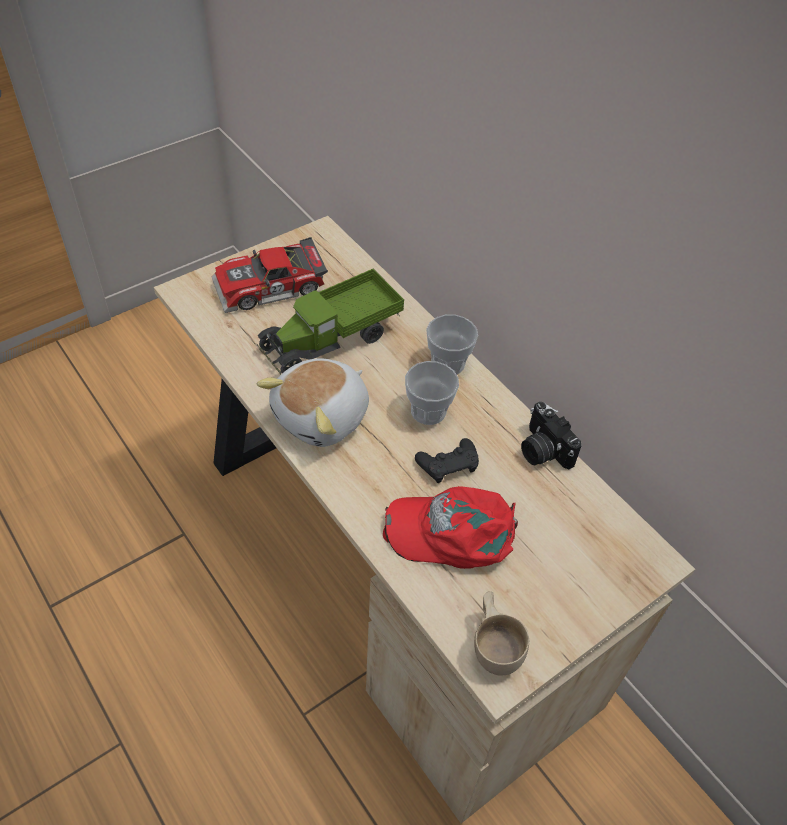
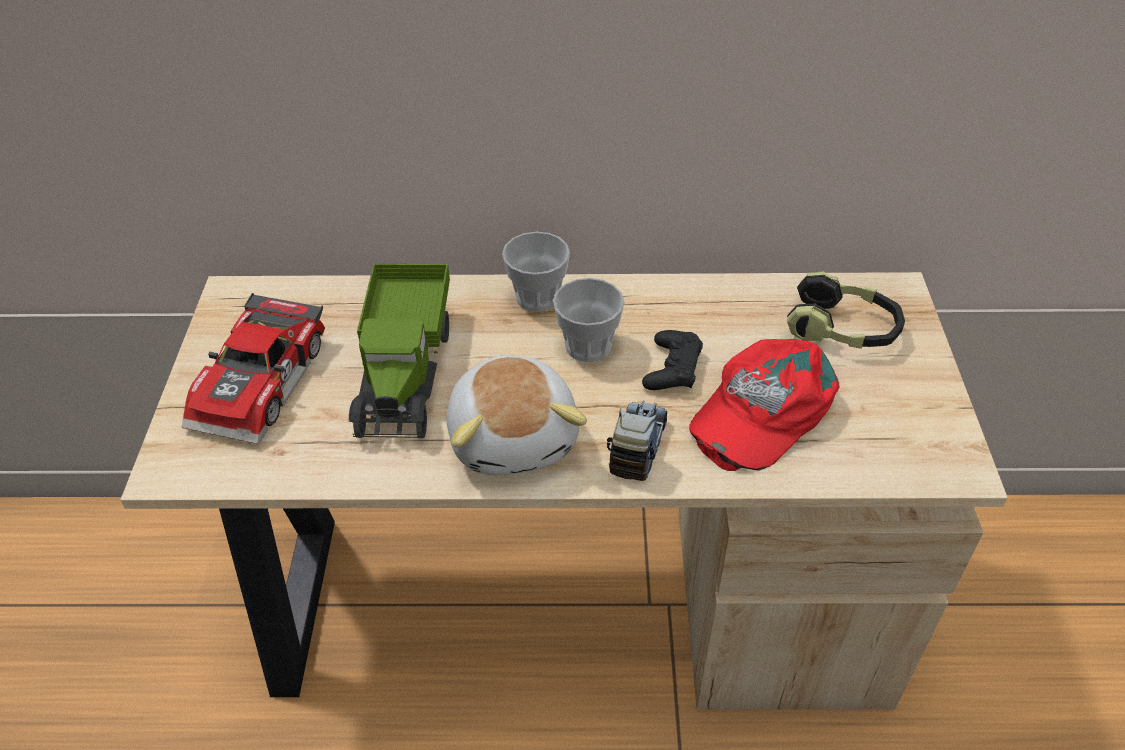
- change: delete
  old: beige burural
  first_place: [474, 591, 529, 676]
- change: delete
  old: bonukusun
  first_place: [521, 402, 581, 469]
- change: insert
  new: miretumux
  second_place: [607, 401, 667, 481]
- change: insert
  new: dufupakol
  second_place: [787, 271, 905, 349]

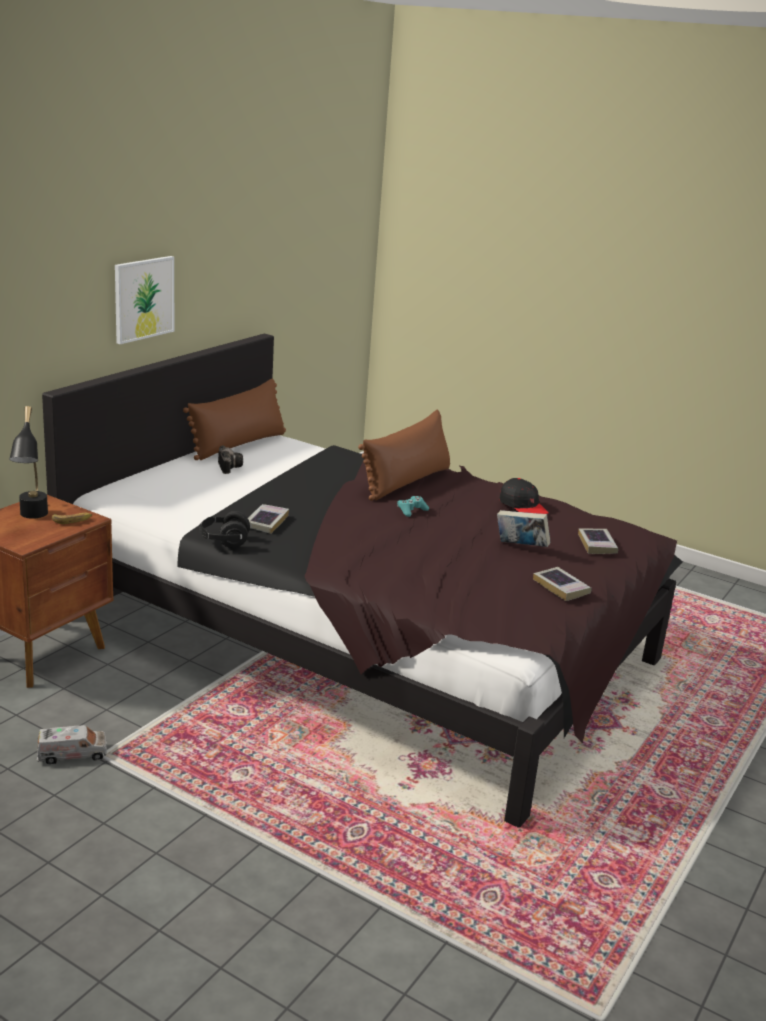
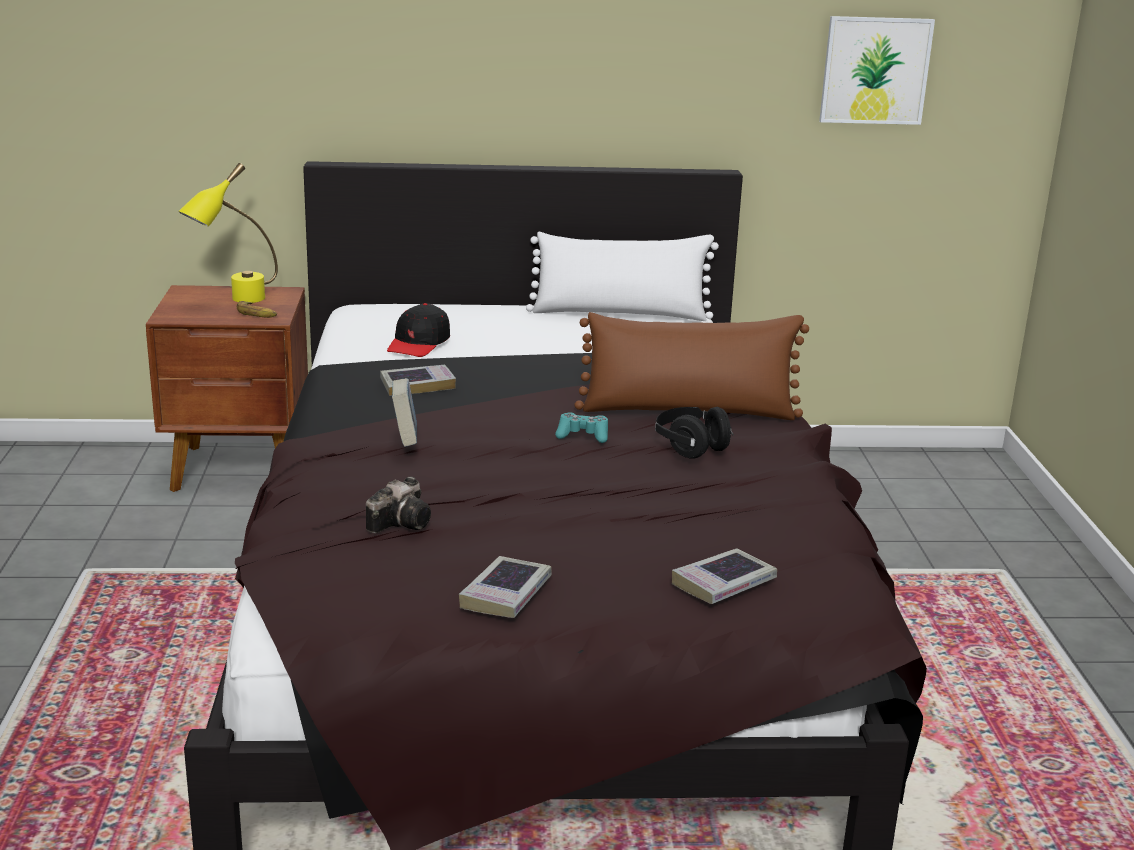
- change: recolor
  old: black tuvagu
  new: yellow tuvagu
  first_place: [9, 406, 48, 519]
  second_place: [178, 163, 278, 303]
- change: delete
  old: miretumux
  first_place: [37, 725, 107, 764]
- change: move
  old: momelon
  first_place: [115, 256, 174, 344]
  second_place: [819, 16, 935, 125]
- change: recolor
  old: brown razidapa
  new: white razidapa
  first_place: [183, 379, 286, 460]
  second_place: [526, 232, 719, 321]
- change: move
  old: black dufupakol
  first_place: [199, 511, 250, 548]
  second_place: [655, 407, 734, 459]
- change: move
  old: bonukusun
  first_place: [218, 446, 243, 474]
  second_place: [366, 476, 431, 533]
- change: move
  old: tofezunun
  first_place: [497, 510, 550, 547]
  second_place: [392, 378, 417, 447]
- change: move
  old: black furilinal
  first_place: [499, 478, 549, 514]
  second_place: [387, 303, 450, 357]

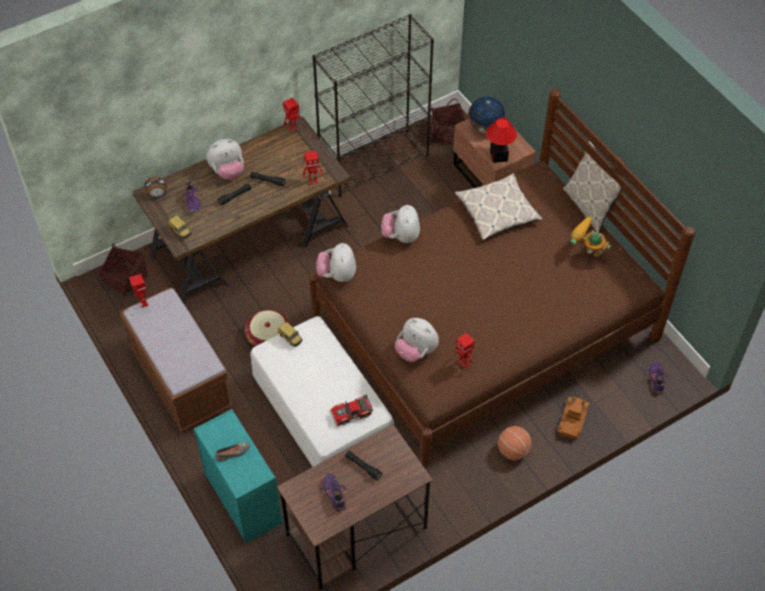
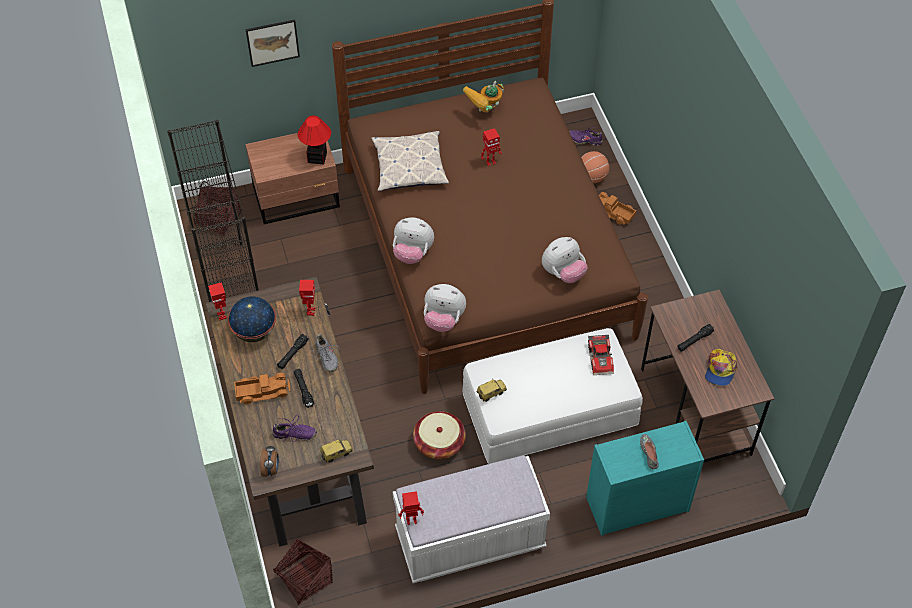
- change: recolor
  old: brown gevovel
  new: white gevovel
  first_place: [119, 287, 233, 432]
  second_place: [393, 455, 550, 583]
- change: replace
  old: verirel
  new: miretumux
  first_place: [206, 139, 244, 180]
  second_place: [234, 373, 290, 404]
- change: replace
  old: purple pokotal
  new: furilinal
  first_place: [321, 473, 349, 512]
  second_place: [705, 348, 737, 386]
- change: move
  old: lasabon
  first_place: [455, 333, 475, 368]
  second_place: [481, 128, 502, 167]
- change: move
  old: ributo
  first_place: [468, 96, 506, 133]
  second_place: [228, 296, 276, 342]
- change: move
  old: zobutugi
  first_place: [498, 426, 532, 460]
  second_place: [581, 151, 609, 183]
- change: delete
  old: razidapa
  first_place: [563, 141, 622, 233]
- change: insert
  new: momelon
  second_place: [246, 19, 300, 67]
- change: insert
  new: grey pokotal
  second_place: [310, 334, 339, 372]

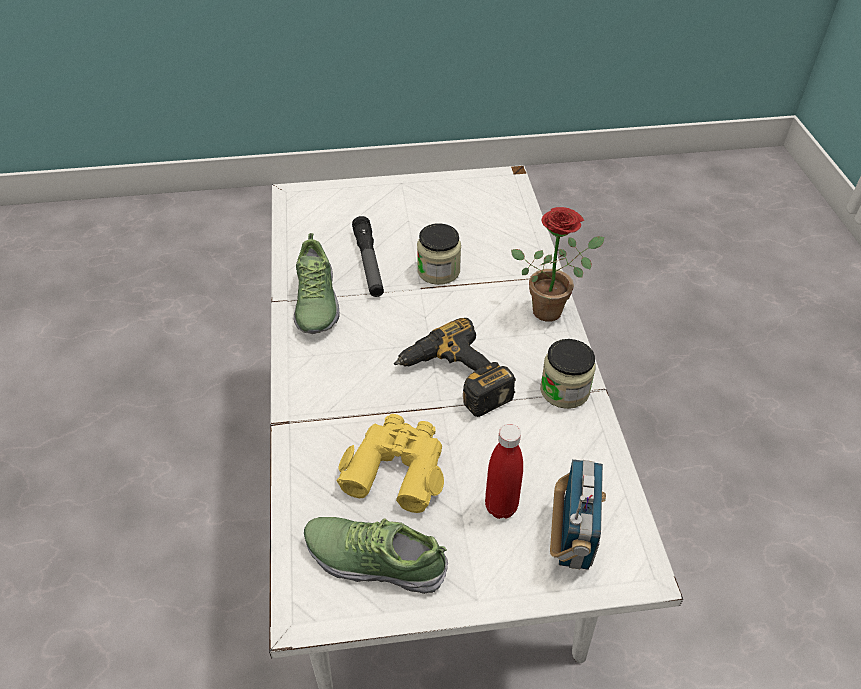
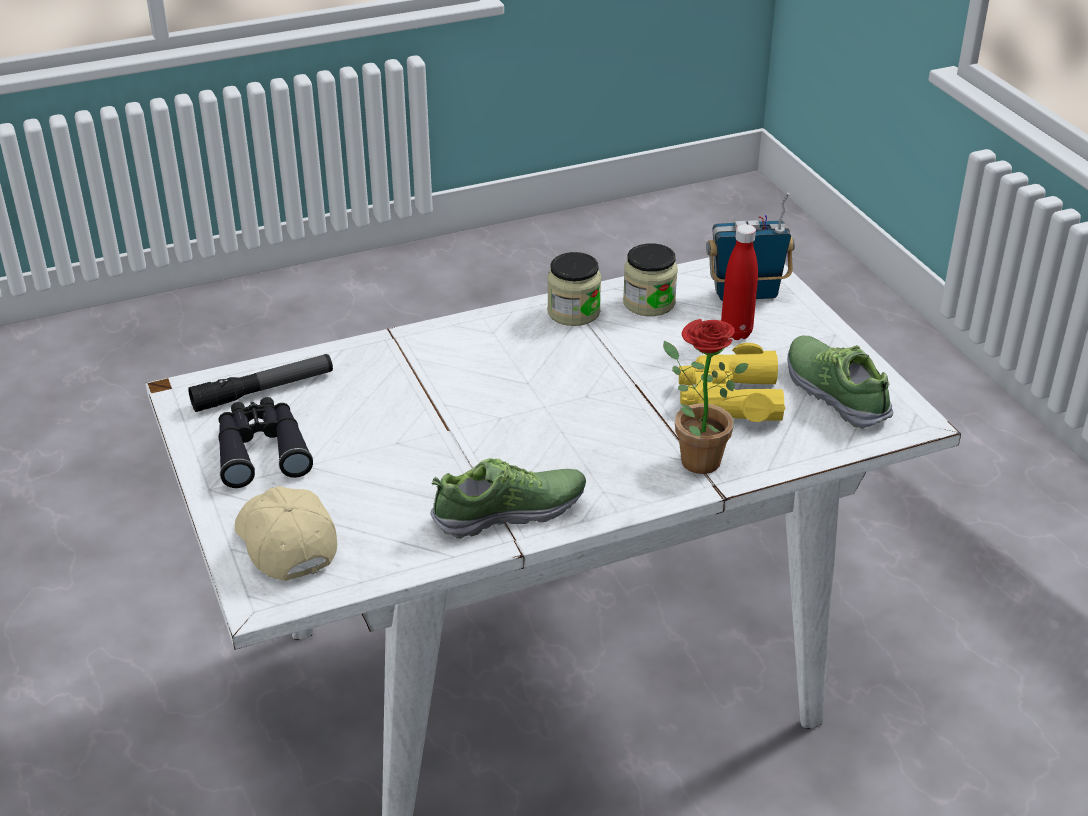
- change: rotate
  old: pokotal
  first_place: [304, 517, 448, 594]
  second_place: [787, 336, 894, 429]
  degrees: 150
- change: move
  old: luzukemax
  first_place: [352, 216, 384, 297]
  second_place: [188, 354, 333, 412]
- change: delete
  old: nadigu
  first_place: [394, 318, 516, 417]
- change: move
  old: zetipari
  first_place: [417, 223, 461, 285]
  second_place: [623, 243, 678, 316]
- change: move
  old: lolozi
  first_place: [511, 207, 604, 322]
  second_place: [663, 319, 749, 474]
- change: insert
  new: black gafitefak
  second_place: [218, 397, 313, 488]
- change: insert
  new: beige furilinal
  second_place: [235, 486, 337, 581]

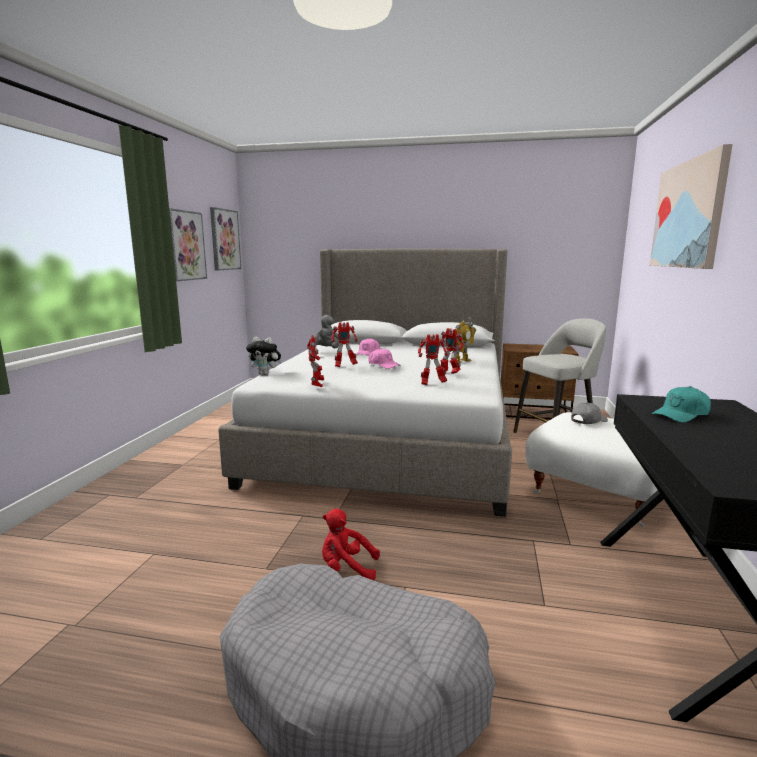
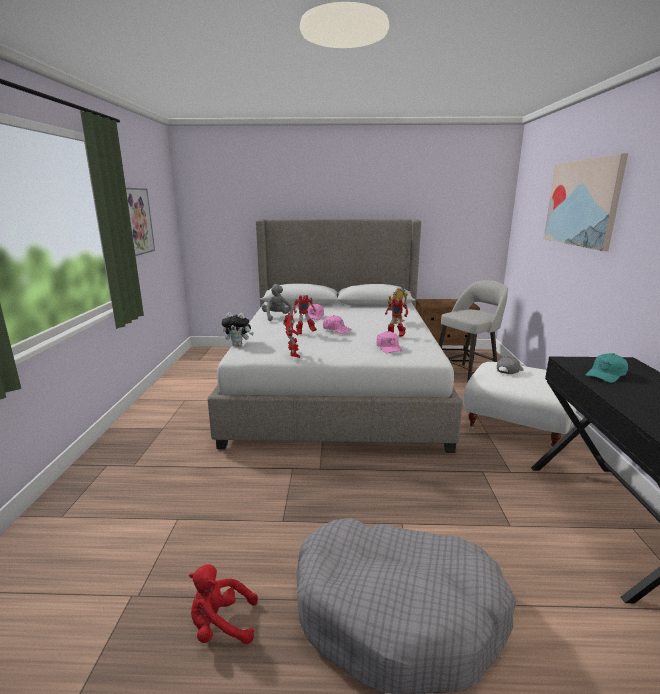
- change: delete
  old: momelon
  first_place: [210, 207, 241, 270]
- change: move
  old: red verirel
  first_place: [322, 509, 380, 580]
  second_place: [189, 564, 258, 644]
- change: replace
  old: lasabon
  new: pink furilinal
  first_place: [418, 334, 448, 385]
  second_place: [376, 331, 403, 353]

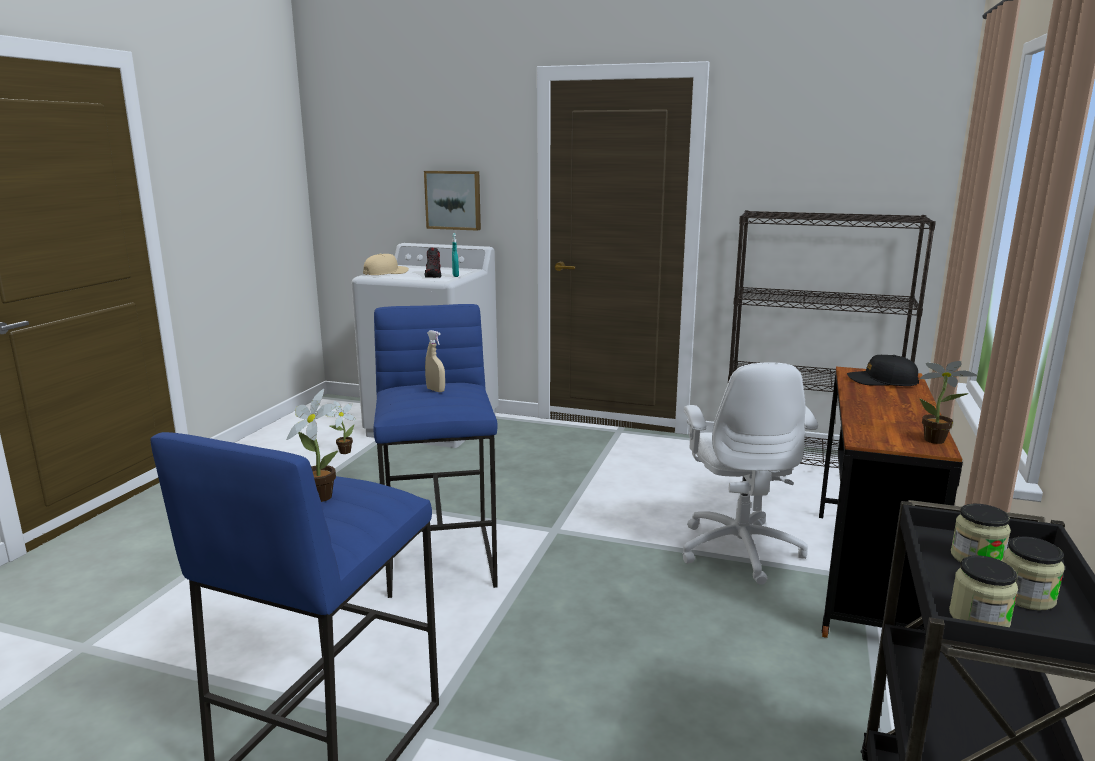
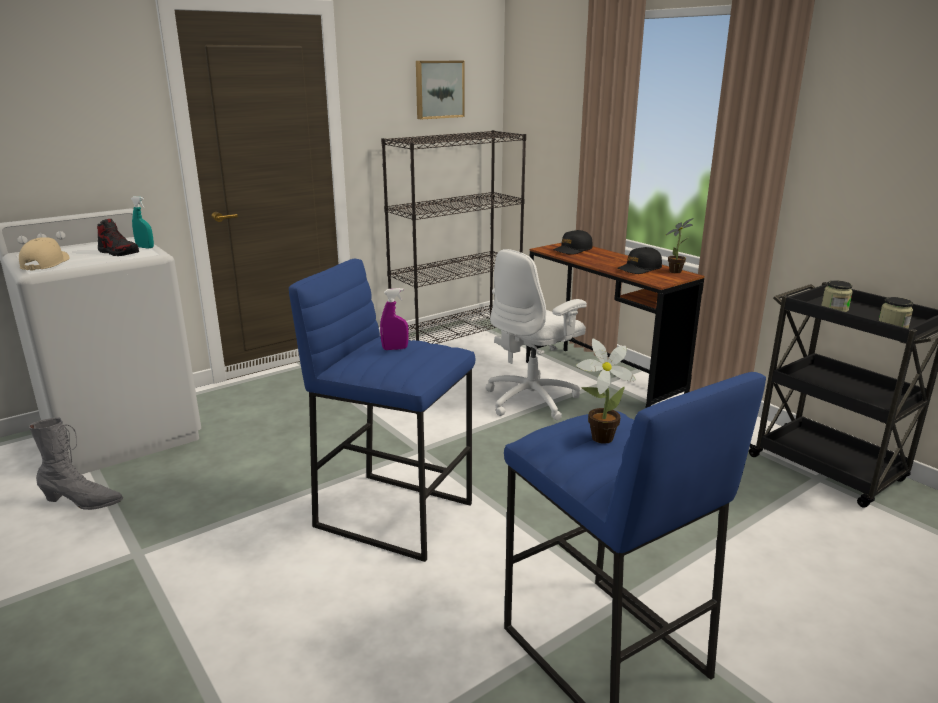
- change: replace
  old: lolozi
  new: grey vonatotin
  first_place: [326, 401, 356, 454]
  second_place: [29, 417, 123, 510]
- change: move
  old: momelon
  first_place: [424, 171, 481, 231]
  second_place: [416, 61, 465, 119]
- change: recolor
  old: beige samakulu
  new: purple samakulu
  first_place: [425, 330, 445, 392]
  second_place: [380, 288, 409, 350]
- change: rotate
  old: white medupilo
  first_place: [682, 363, 818, 585]
  second_place: [486, 249, 587, 421]
  degrees: 105
- change: delete
  old: zetipari
  first_place: [1002, 536, 1064, 610]
- change: insert
  new: black furilinal
  second_place: [617, 247, 662, 274]

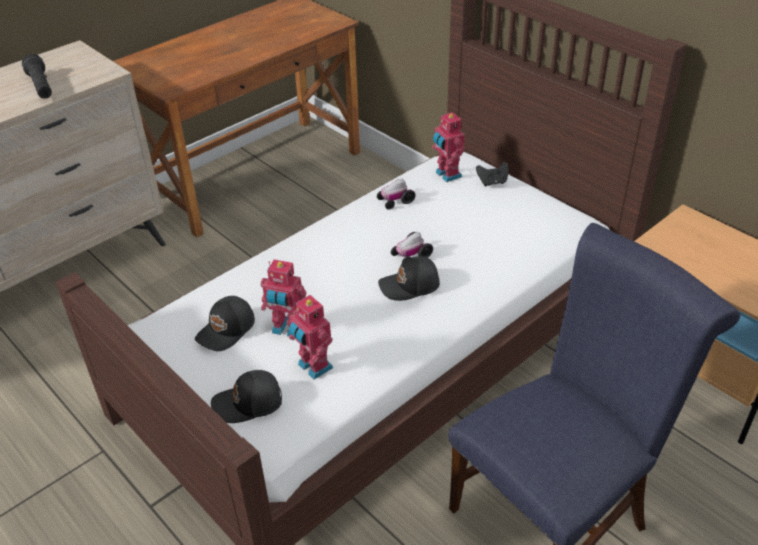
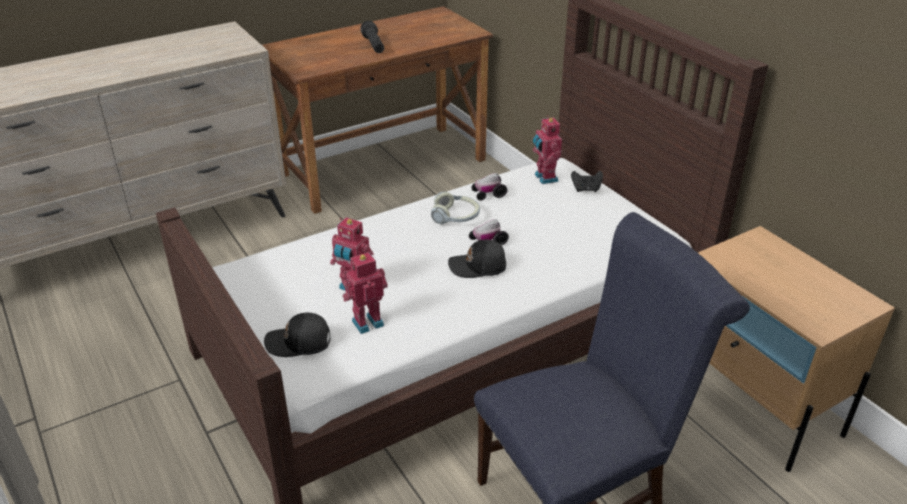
- change: move
  old: black luzukemax
  first_place: [22, 54, 52, 99]
  second_place: [360, 21, 384, 53]
- change: delete
  old: black furilinal
  first_place: [195, 296, 255, 351]
- change: rotate
  old: lasabon
  first_place: [289, 295, 333, 380]
  second_place: [343, 252, 387, 334]
  degrees: 90
- change: insert
  new: dufupakol
  second_place: [431, 191, 480, 224]

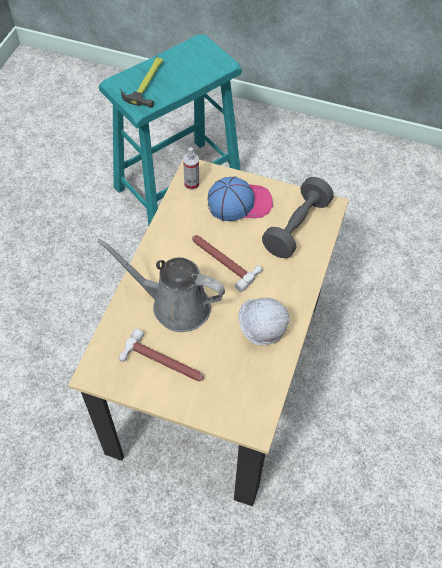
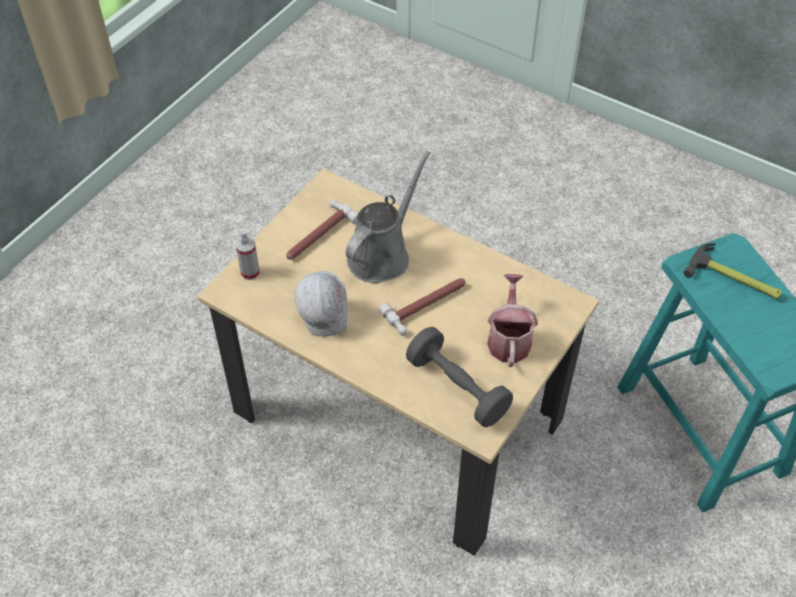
- change: move
  old: samakulu
  first_place: [183, 147, 199, 190]
  second_place: [236, 231, 260, 280]
- change: replace
  old: furilinal
  new: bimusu
  first_place: [207, 177, 273, 221]
  second_place: [487, 274, 538, 367]

